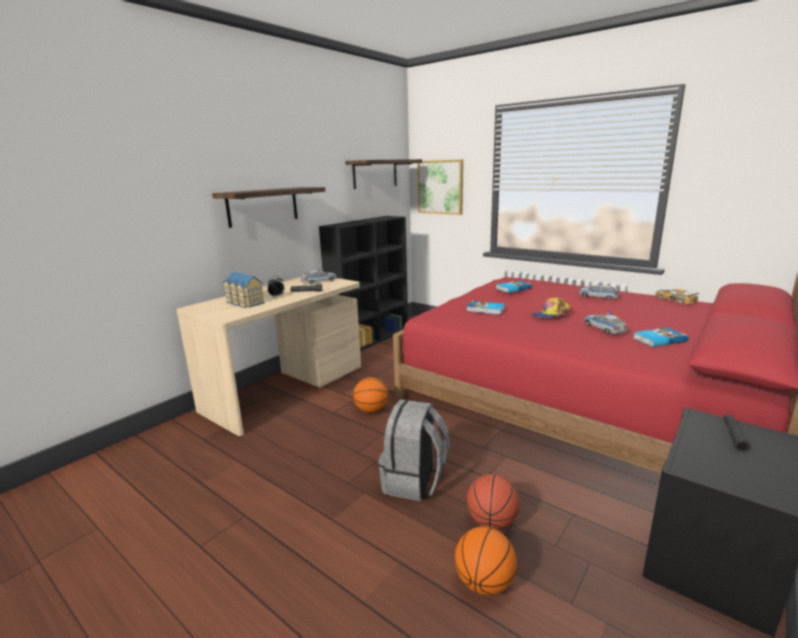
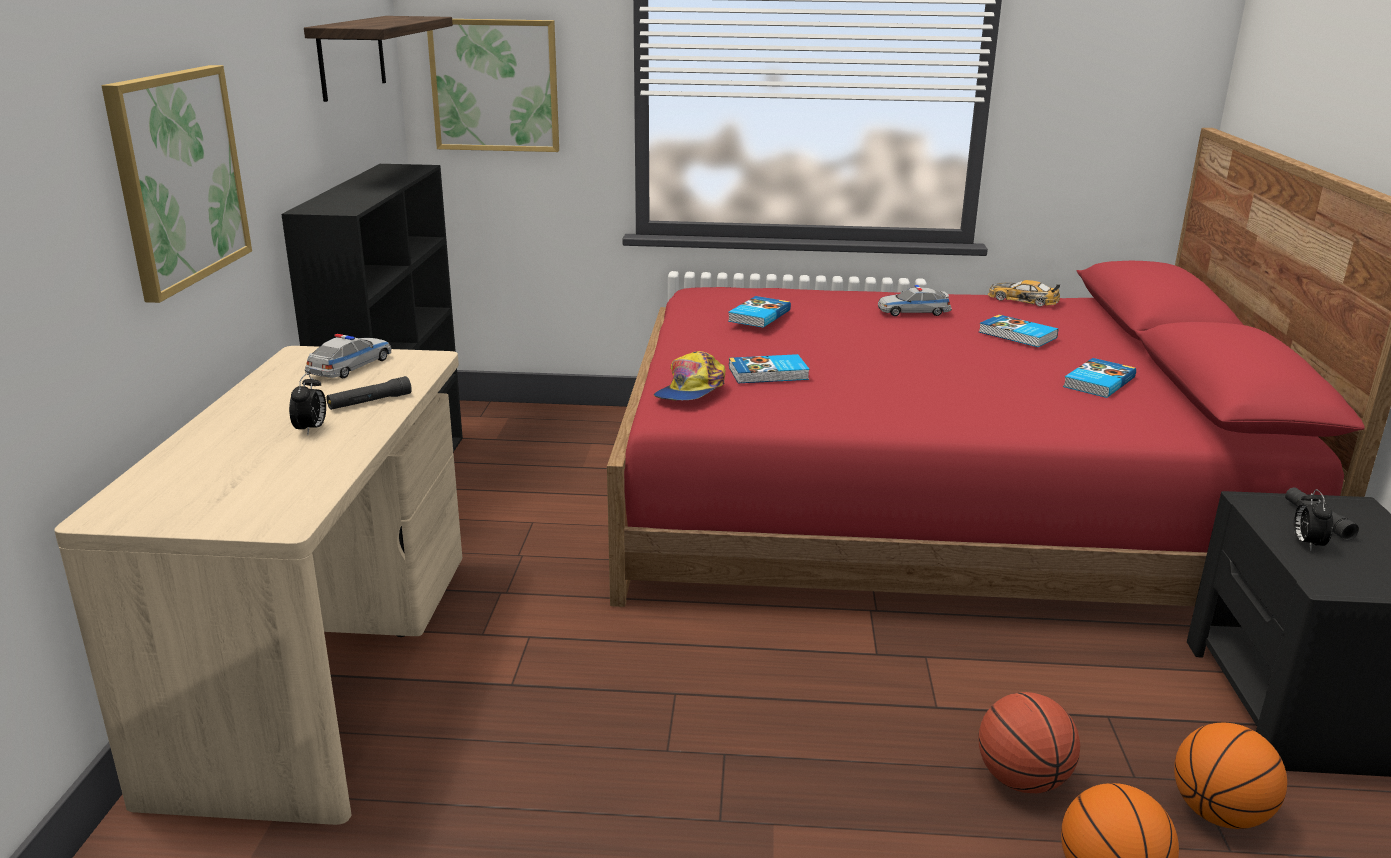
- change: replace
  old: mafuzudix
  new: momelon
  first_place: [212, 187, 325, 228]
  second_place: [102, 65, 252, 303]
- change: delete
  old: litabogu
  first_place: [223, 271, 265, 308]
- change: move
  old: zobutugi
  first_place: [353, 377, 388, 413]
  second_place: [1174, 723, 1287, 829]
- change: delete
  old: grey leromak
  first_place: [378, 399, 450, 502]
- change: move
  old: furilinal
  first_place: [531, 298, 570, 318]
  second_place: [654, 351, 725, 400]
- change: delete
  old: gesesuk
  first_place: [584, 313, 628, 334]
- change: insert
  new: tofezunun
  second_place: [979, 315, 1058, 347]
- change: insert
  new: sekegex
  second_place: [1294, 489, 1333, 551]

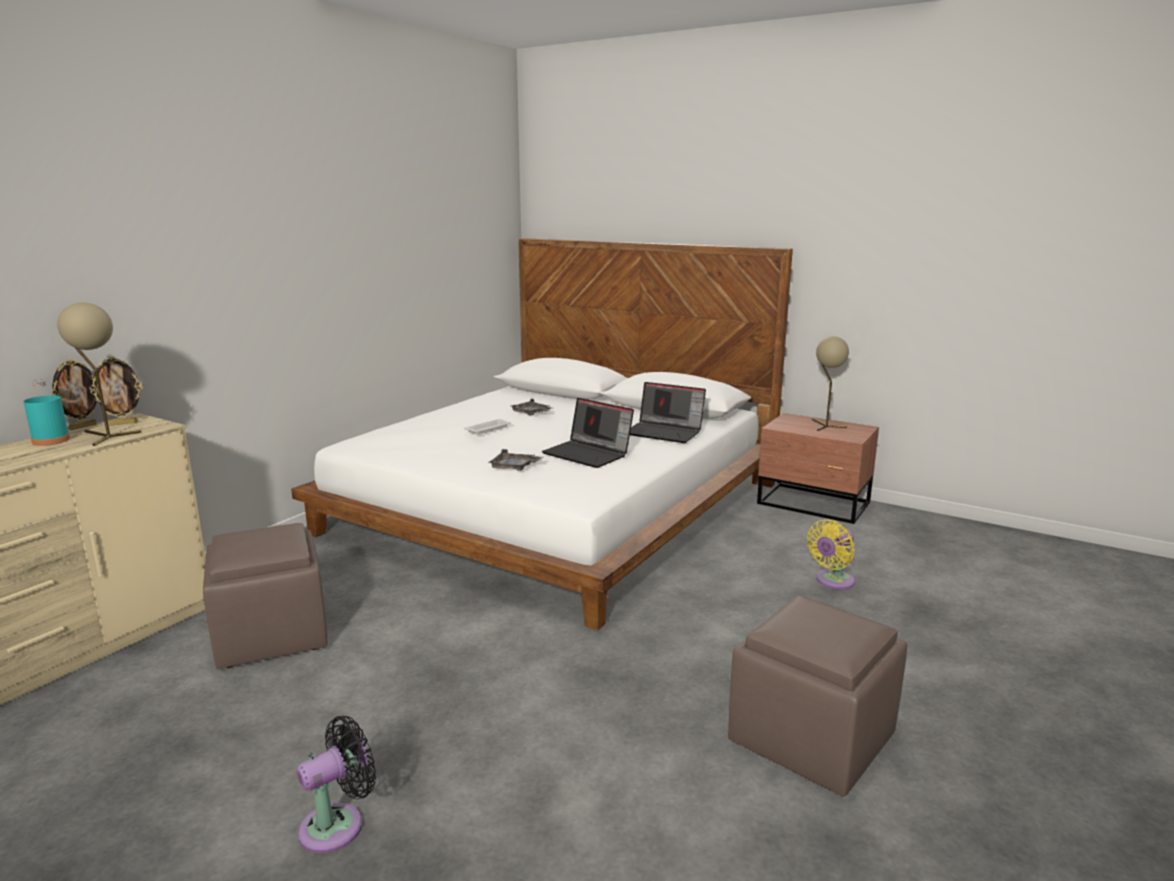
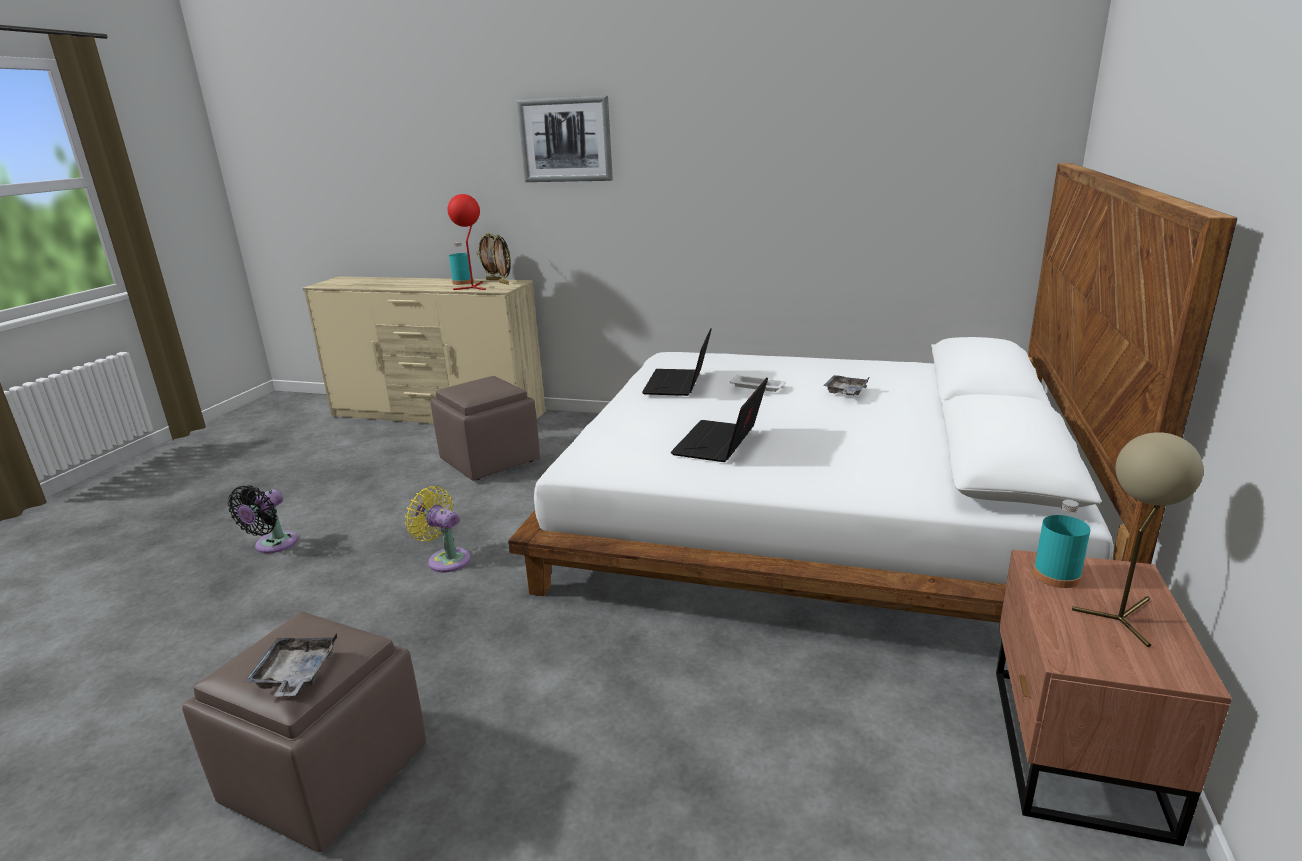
- change: recolor
  old: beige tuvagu
  new: red tuvagu
  first_place: [57, 302, 141, 446]
  second_place: [448, 194, 486, 290]
- change: rotate
  old: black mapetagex
  first_place: [296, 716, 376, 853]
  second_place: [228, 485, 298, 554]
  degrees: 75
- change: move
  old: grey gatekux
  first_place: [488, 449, 543, 471]
  second_place: [243, 634, 337, 697]
- change: move
  old: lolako
  first_place: [630, 382, 706, 443]
  second_place: [642, 328, 712, 396]
- change: move
  old: yellow mapetagex
  first_place: [807, 519, 855, 589]
  second_place: [405, 486, 471, 573]
- change: insert
  new: momelon
  second_place: [517, 96, 613, 182]
- change: insert
  new: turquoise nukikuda
  second_place: [1033, 500, 1091, 588]

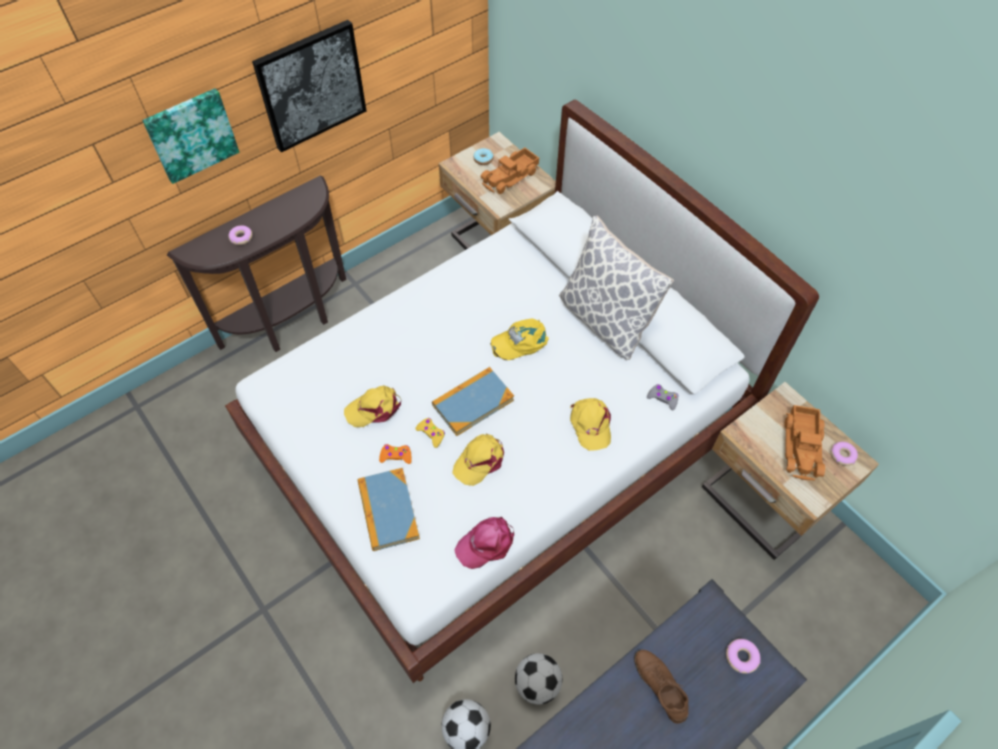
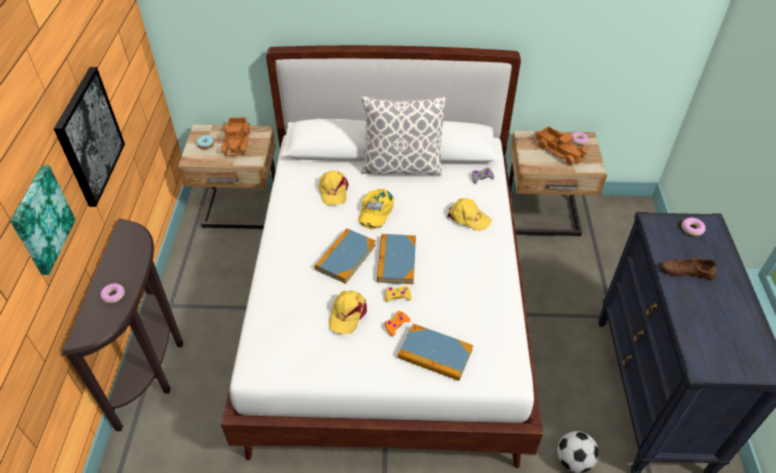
- change: move
  old: yellow furilinal
  first_place: [452, 434, 504, 486]
  second_place: [319, 171, 349, 205]
- change: delete
  old: pink furilinal
  first_place: [454, 517, 514, 569]
- change: delete
  old: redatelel
  first_place: [515, 653, 562, 705]
- change: insert
  new: tofezunun
  second_place: [315, 228, 376, 284]

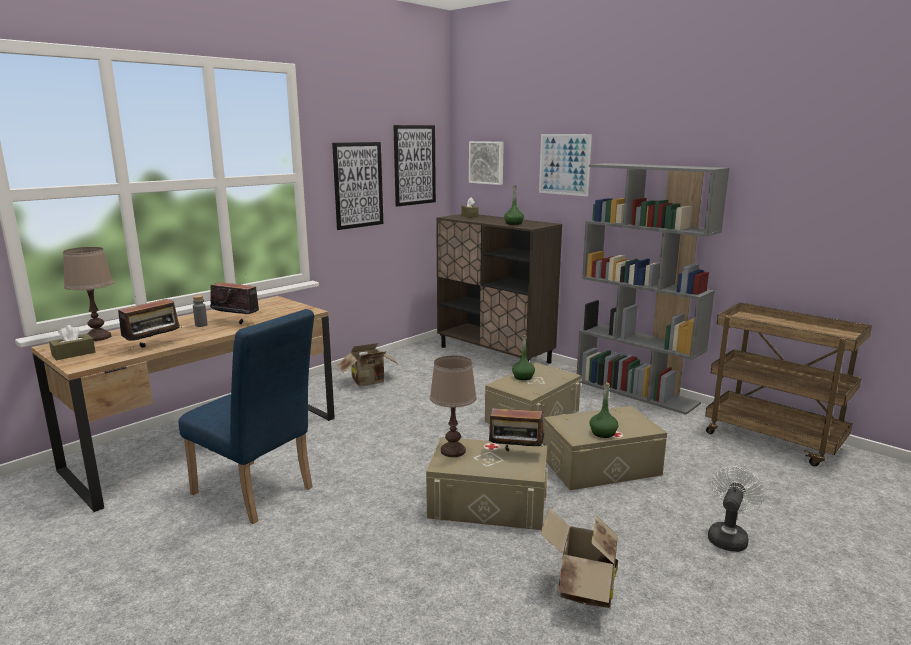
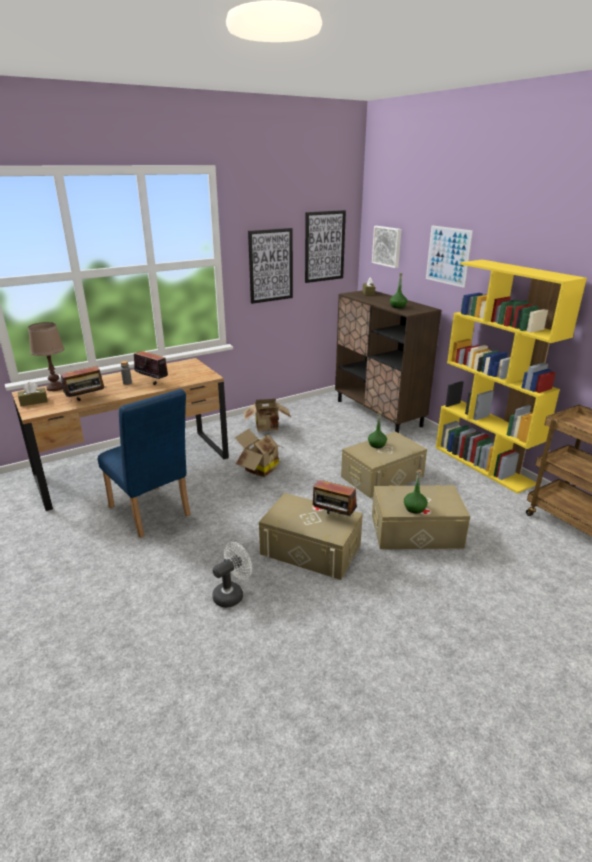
- change: delete
  old: brown tuvagu
  first_place: [430, 355, 477, 457]
- change: move
  old: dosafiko
  first_place: [540, 508, 618, 608]
  second_place: [235, 429, 284, 477]
- change: recolor
  old: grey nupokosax
  new: yellow nupokosax
  first_place: [577, 163, 730, 415]
  second_place: [436, 260, 587, 494]
- change: move
  old: white mapetagex
  first_place: [708, 466, 764, 552]
  second_place: [212, 542, 252, 608]

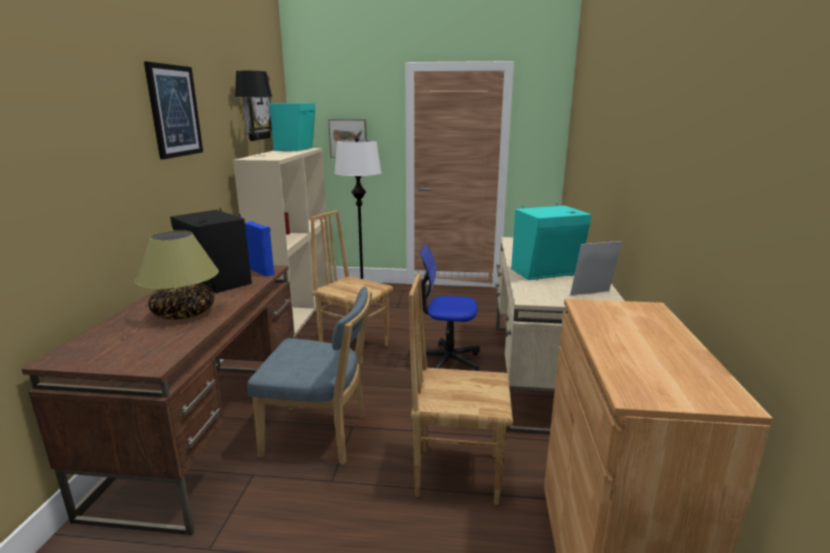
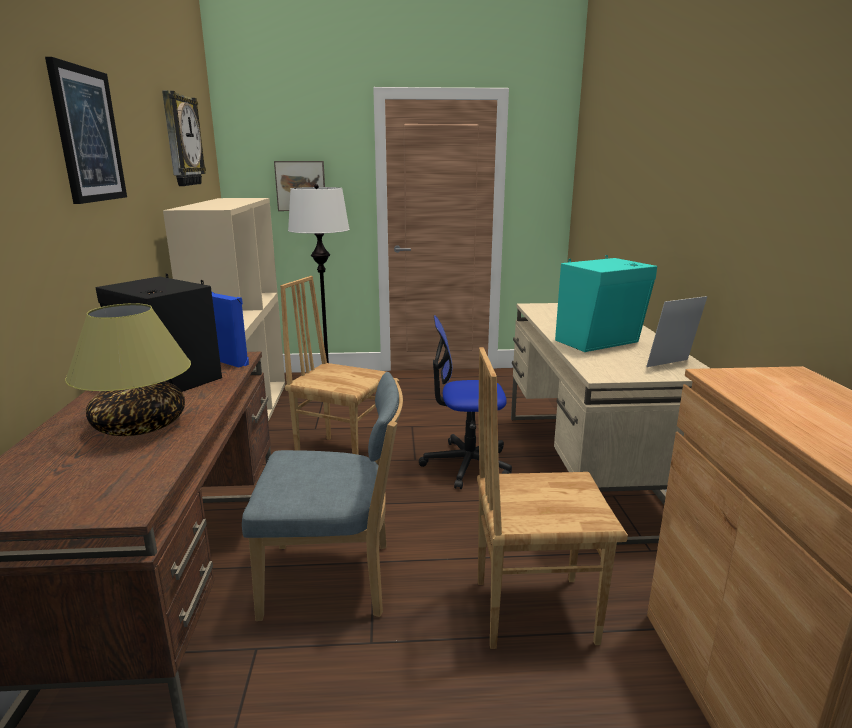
- change: delete
  old: tuvagu
  first_place: [235, 71, 272, 157]
- change: delete
  old: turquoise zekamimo
  first_place: [269, 101, 316, 151]

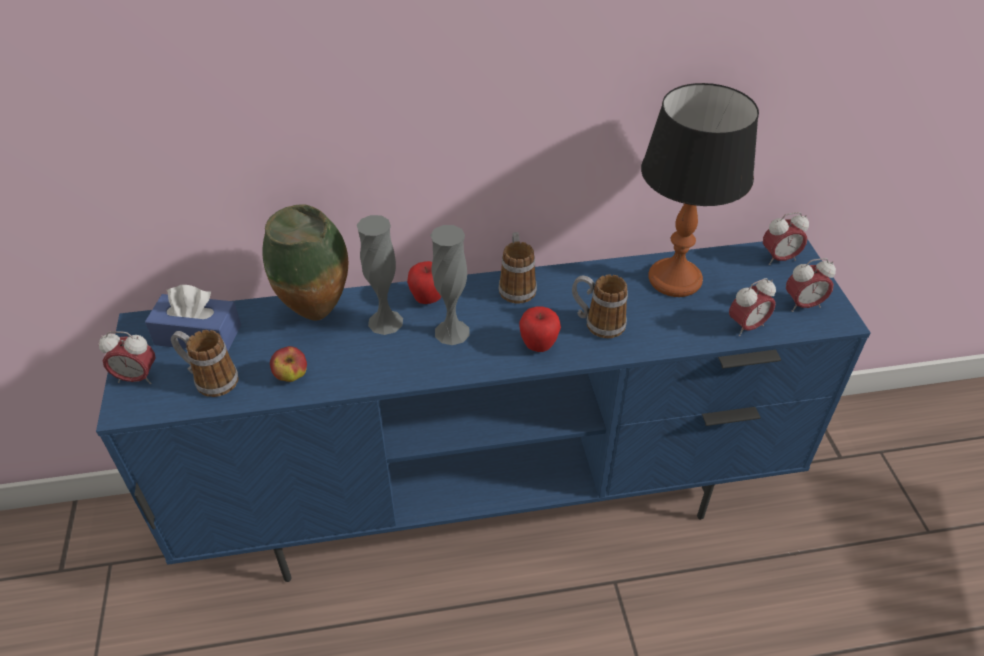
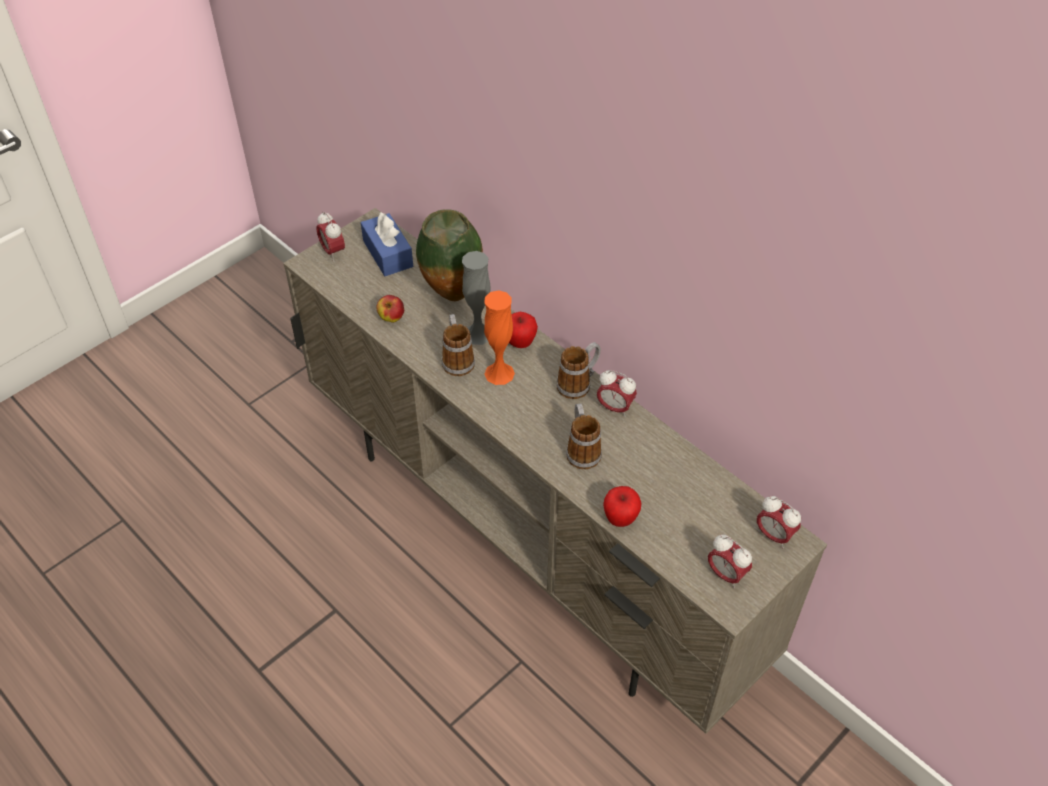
- change: recolor
  old: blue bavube
  new: beige bavube
  first_place: [96, 239, 871, 582]
  second_place: [283, 208, 827, 734]
- change: move
  old: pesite
  first_place: [171, 330, 239, 397]
  second_place: [442, 314, 475, 376]
- change: recolor
  old: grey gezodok
  new: orange gezodok
  first_place: [430, 225, 470, 345]
  second_place: [484, 290, 515, 385]
- change: move
  old: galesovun
  first_place: [519, 306, 561, 352]
  second_place: [603, 486, 642, 527]
- change: delete
  old: tuvagu
  first_place: [641, 83, 759, 297]
- change: move
  old: sekegex
  first_place: [729, 278, 776, 336]
  second_place: [597, 370, 637, 417]

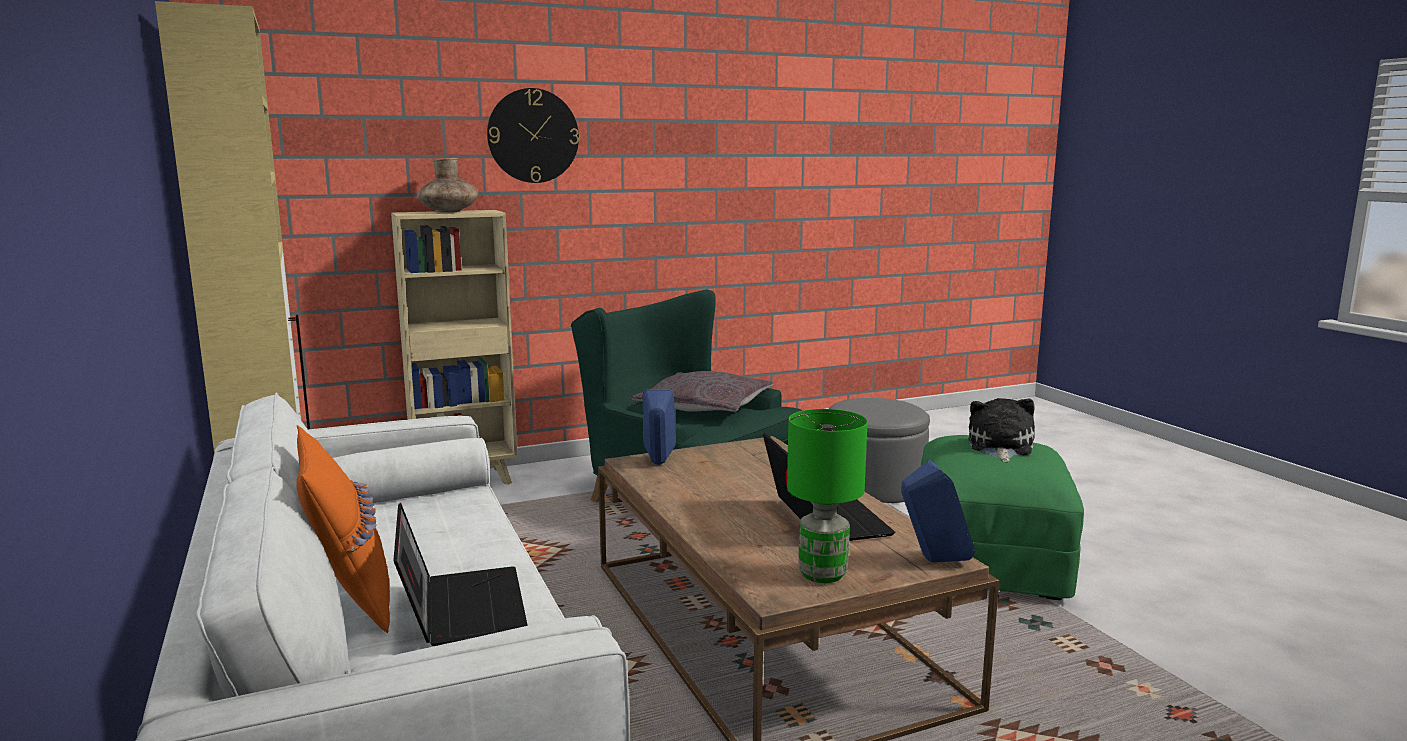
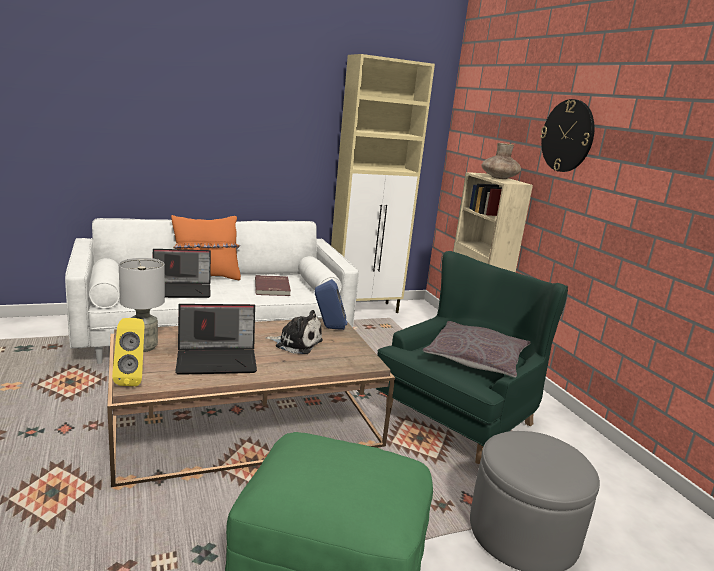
- change: recolor
  old: green tuvagu
  new: grey tuvagu
  first_place: [787, 409, 868, 583]
  second_place: [119, 258, 165, 352]
- change: recolor
  old: blue zekamimo
  new: yellow zekamimo
  first_place: [901, 460, 975, 562]
  second_place: [112, 318, 145, 386]
- change: move
  old: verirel
  first_place: [968, 398, 1035, 462]
  second_place: [265, 310, 323, 354]
- change: insert
  new: red tofezunun
  second_place: [255, 275, 291, 296]

